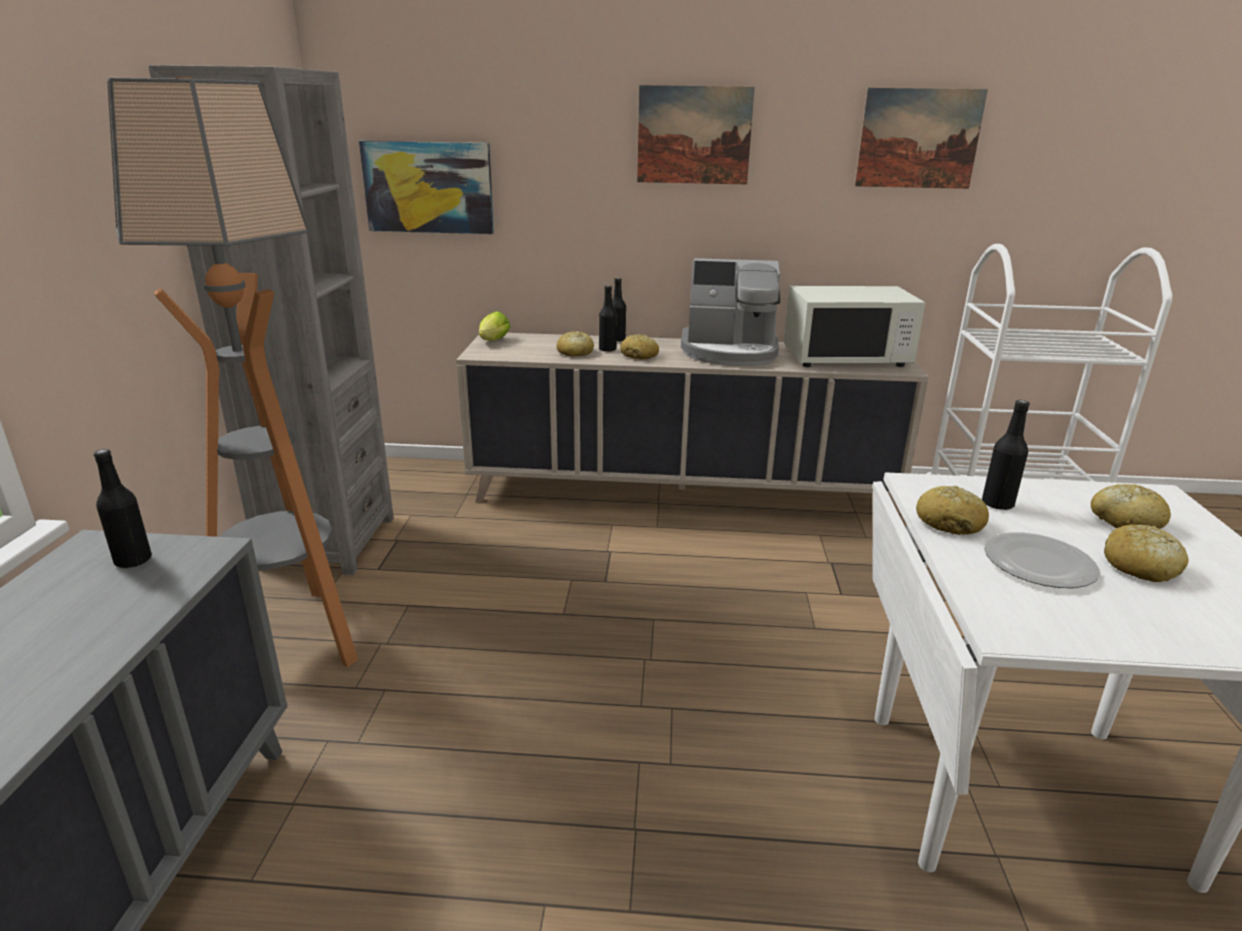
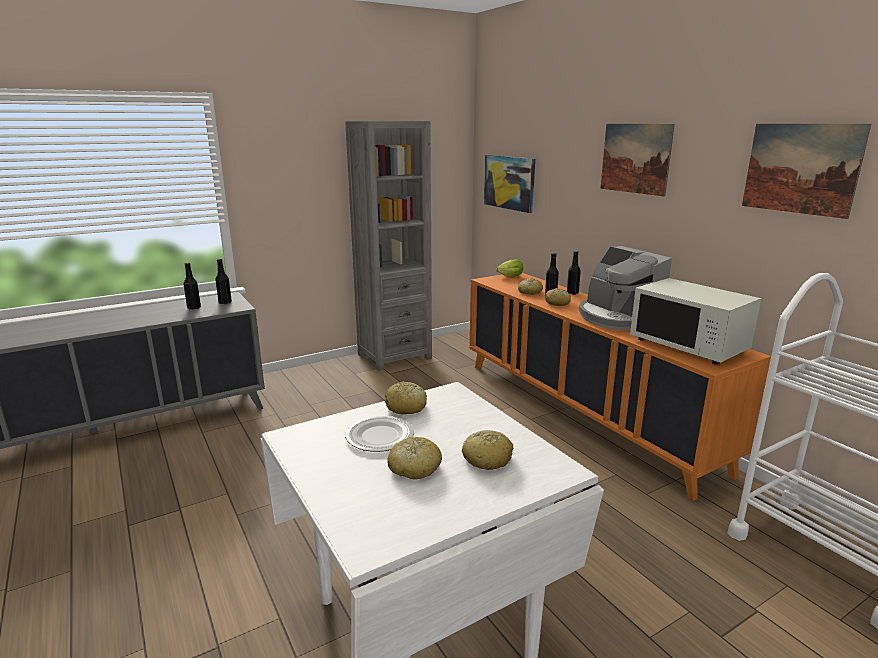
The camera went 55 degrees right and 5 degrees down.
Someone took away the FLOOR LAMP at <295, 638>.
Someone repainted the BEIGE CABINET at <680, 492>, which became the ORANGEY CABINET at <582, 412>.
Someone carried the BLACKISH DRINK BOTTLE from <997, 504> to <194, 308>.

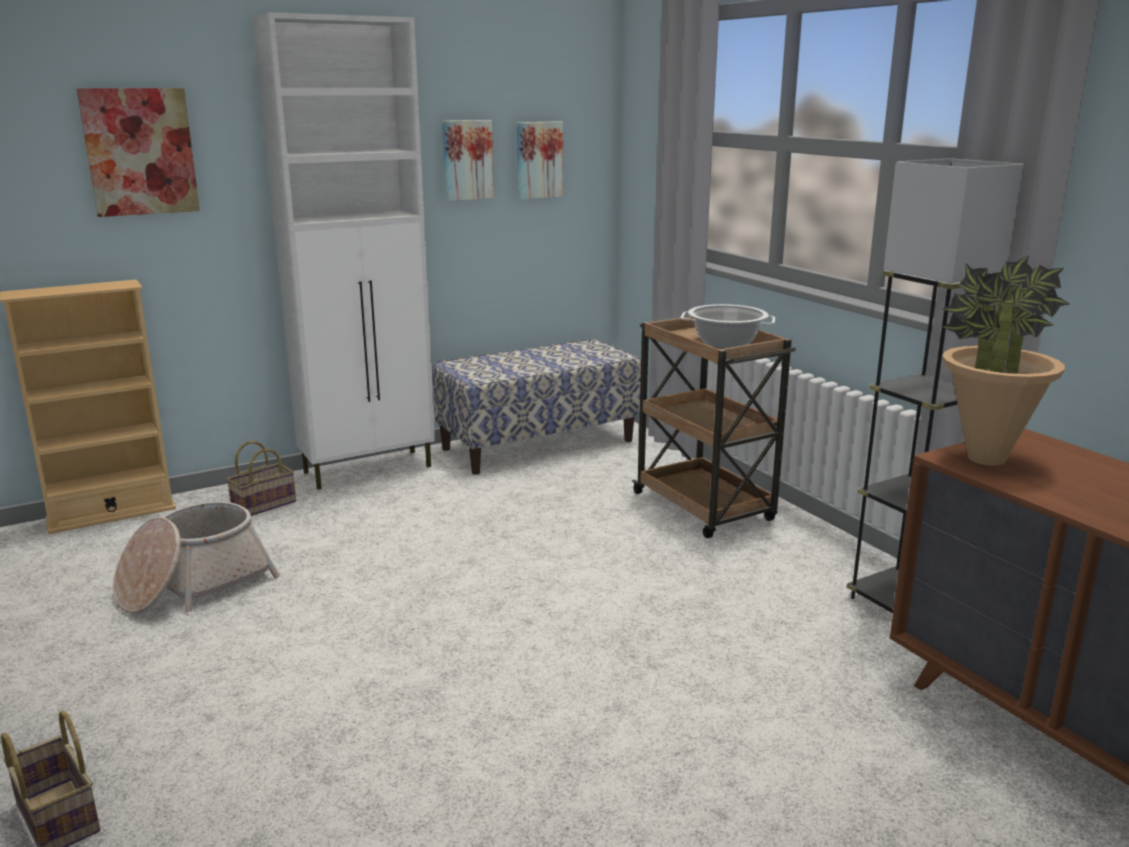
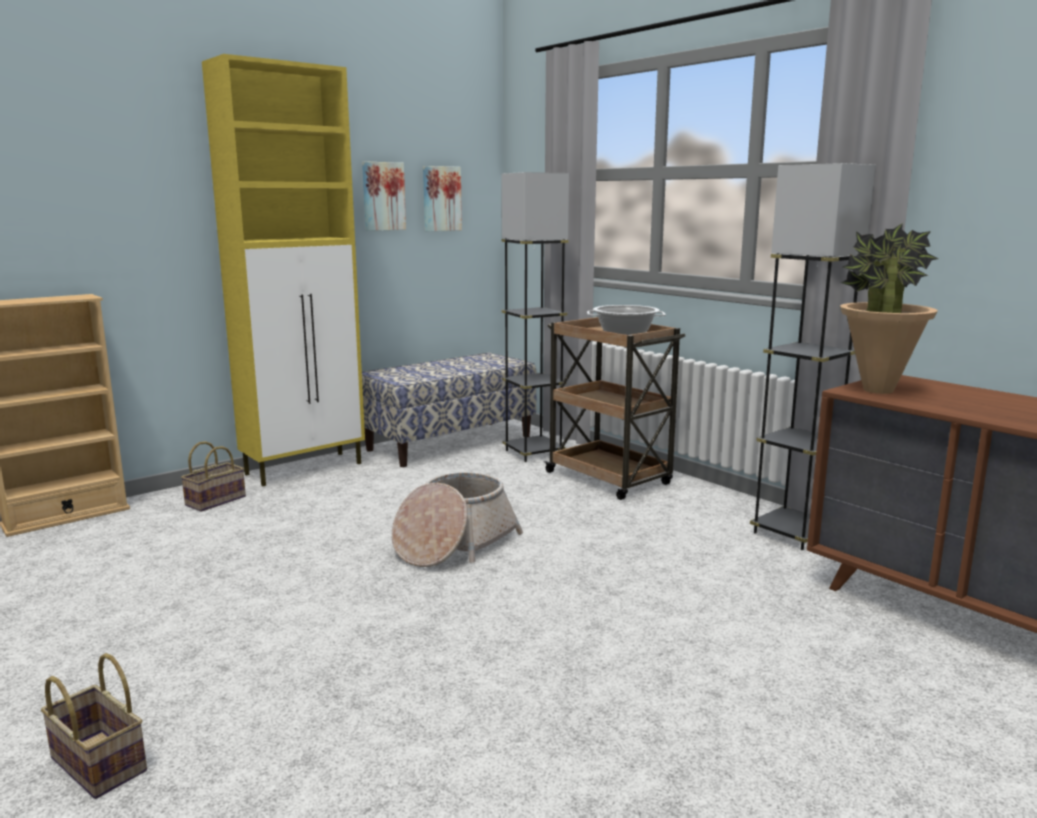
The camera went 10 degrees left and 5 degrees down.
Someone took away the WALL PICTURE at <140, 152>.
Someone carried the HOUSEHOLD BASKET from <194, 584> to <454, 544>.
Someone repainted the WHITE-COLOURED CABINET at <370, 469>, which became the YELLOW-COLOURED CABINET at <305, 468>.
Someone put down the GREY FLOOR LAMP at <533, 453>.

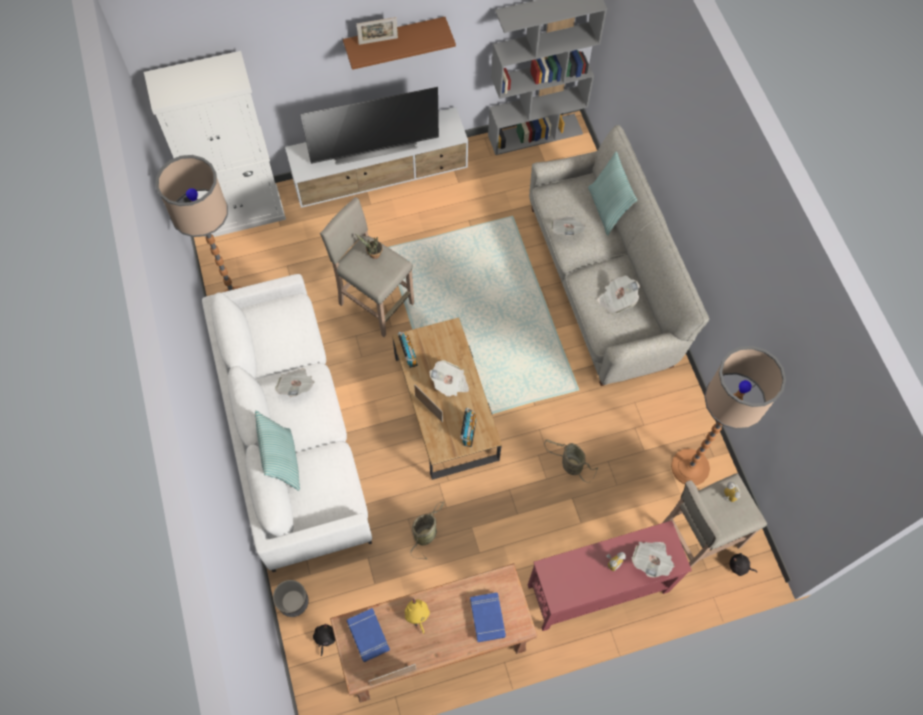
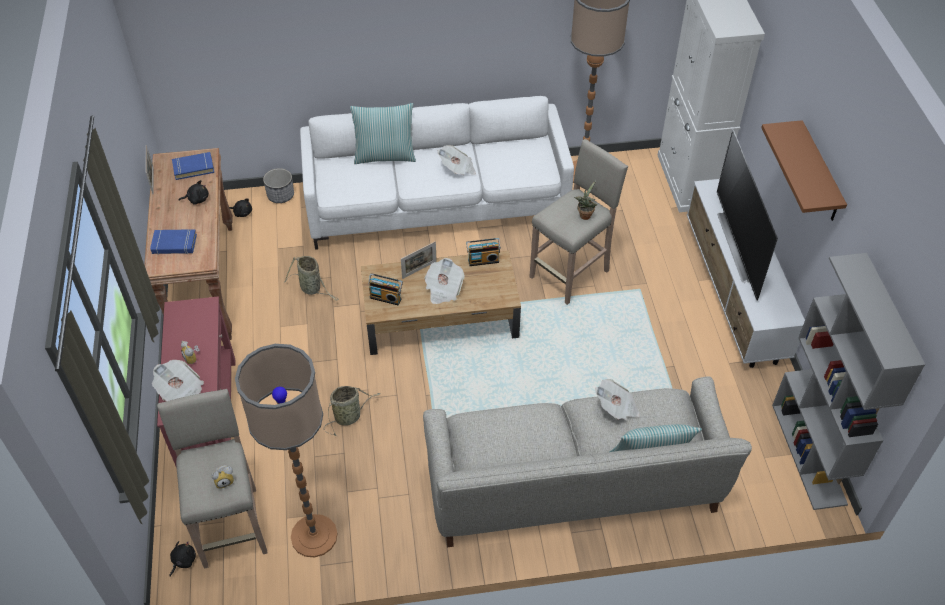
The camera went 100 degrees right and 15 degrees down.
Someone took away the PHOTO FRAME at <378, 41>.
Someone repainted the YELLOW-COLOURED CUDDLY TOY at <417, 615>, which became the BLACKISH CUDDLY TOY at <197, 199>.
Someone took away the PRINTED PAPER at <616, 300>.

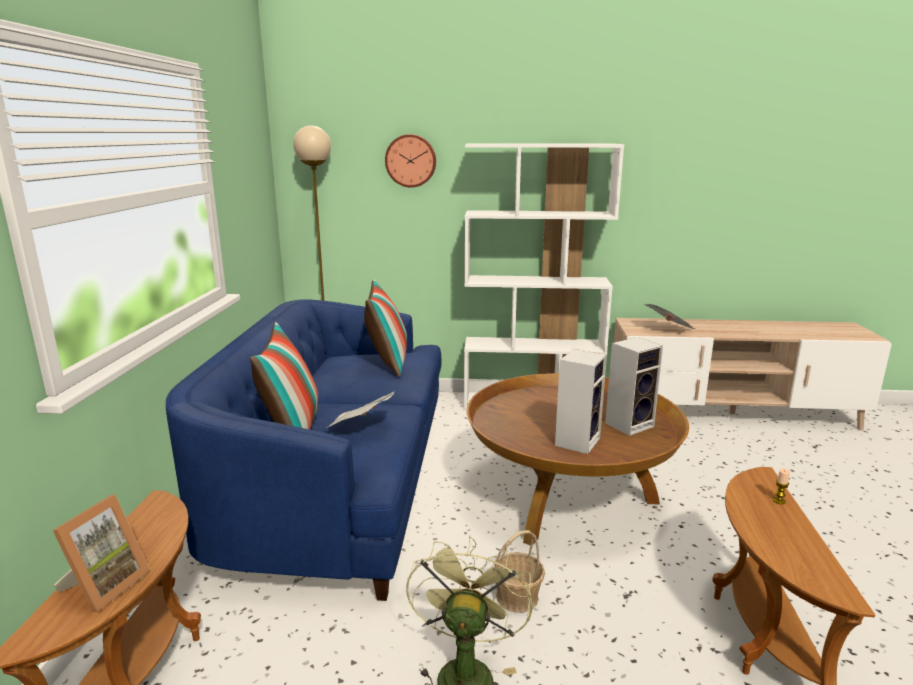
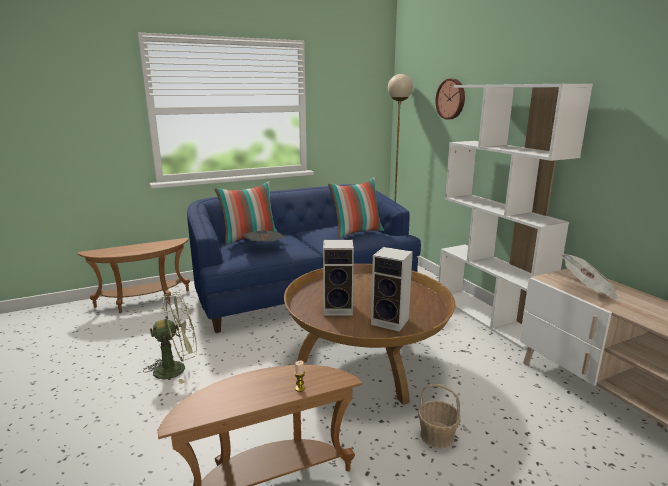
The camera went 60 degrees right and 0 degrees up.
Someone took away the PHOTO FRAME at <105, 586>.
Someone carried the HOUSEHOLD BASKET from <517, 597> to <437, 436>.

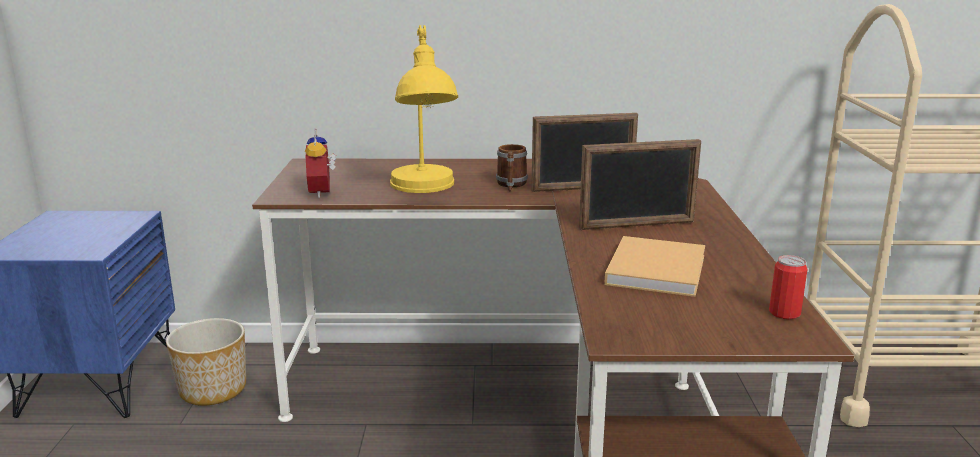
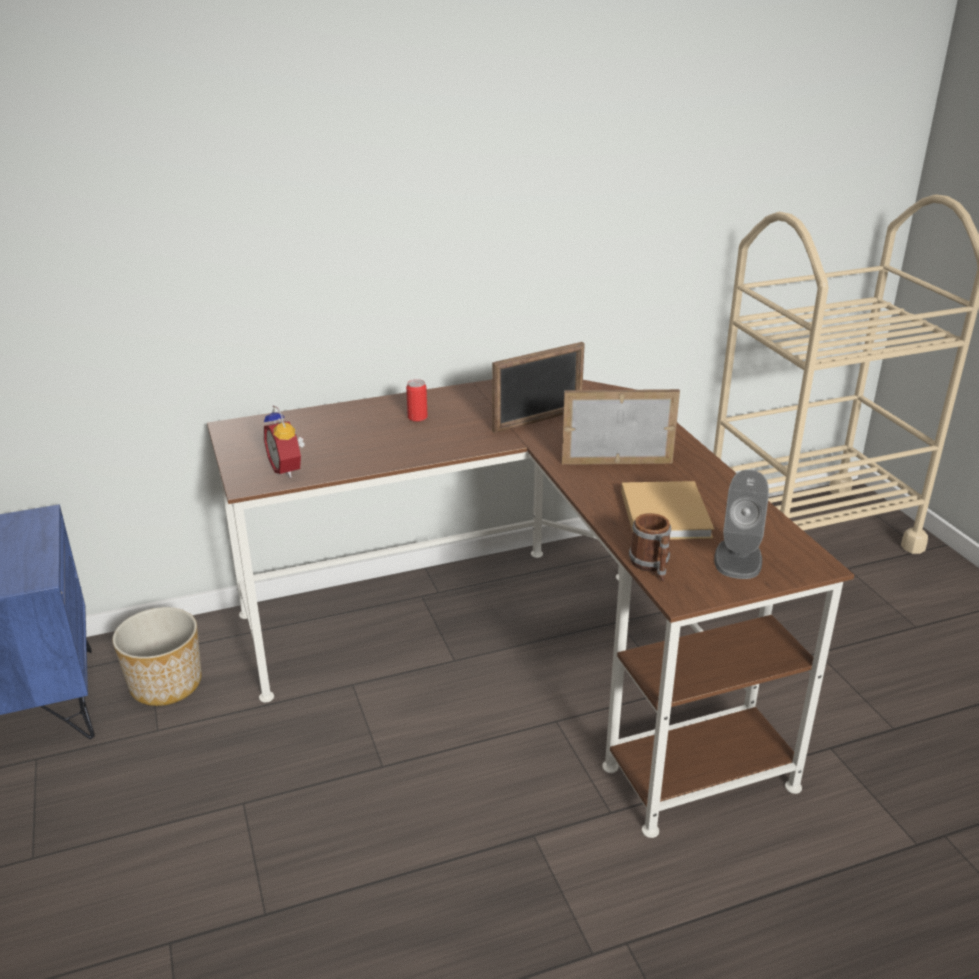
The camera went 20 degrees left and 10 degrees up.
Someone took away the YELLOW-COLOURED LAMP FOR A TABLE at <425, 192>.
Someone carried the MUG from <511, 185> to <651, 566>.
Someone rotated the PHOTO FRAME at <637, 225> by 150 degrees counterclockwise.
Someone carried the CAN from <784, 313> to <417, 417>.
Someone put down the GREY LOUDSPEAKER at <738, 558>.

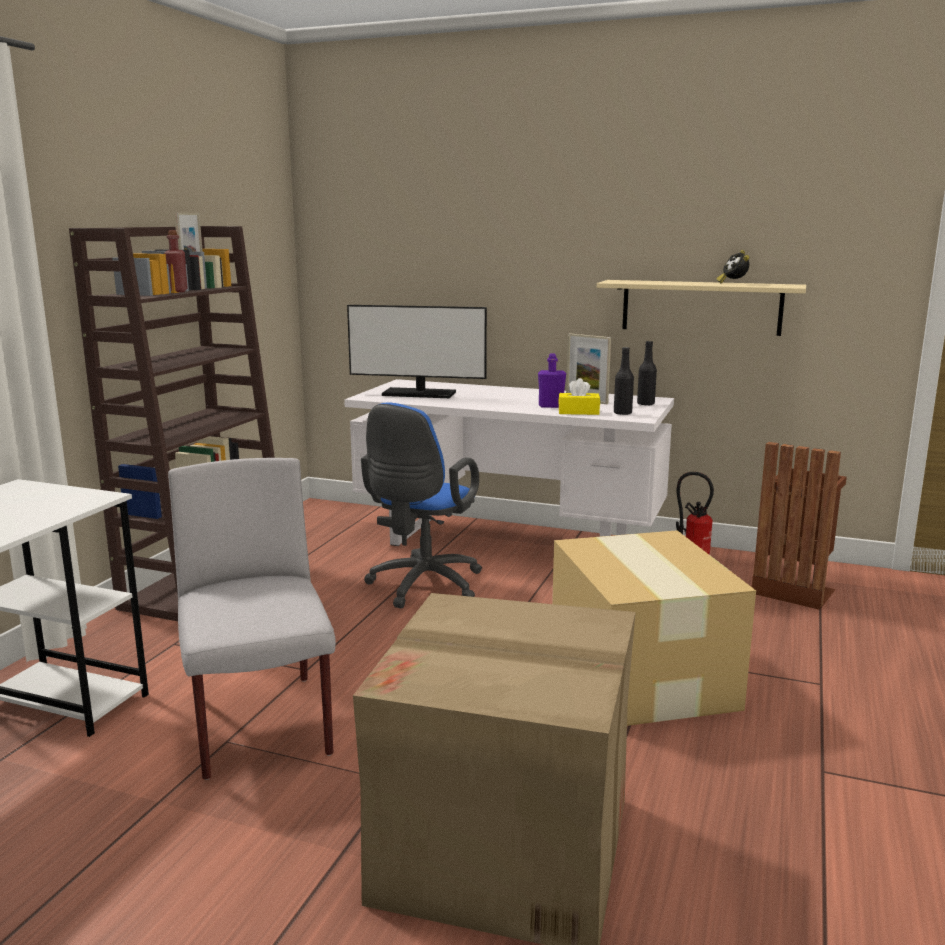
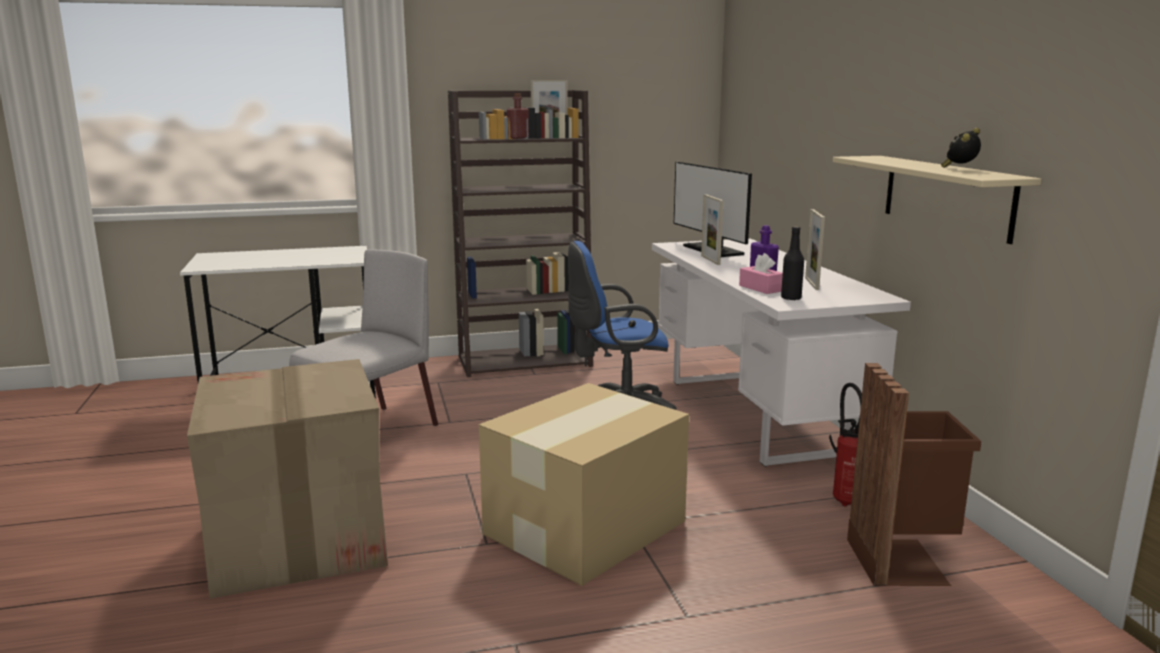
The camera went 55 degrees right and 0 degrees up.
Someone repainted the YELLOW-COLOURED TISSUE BOX at <578, 412>, which became the PINK TISSUE BOX at <761, 288>.
Someone took away the BLACKISH DRINK BOTTLE at <645, 404>.
Someone put down the PHOTO FRAME at <710, 260>.

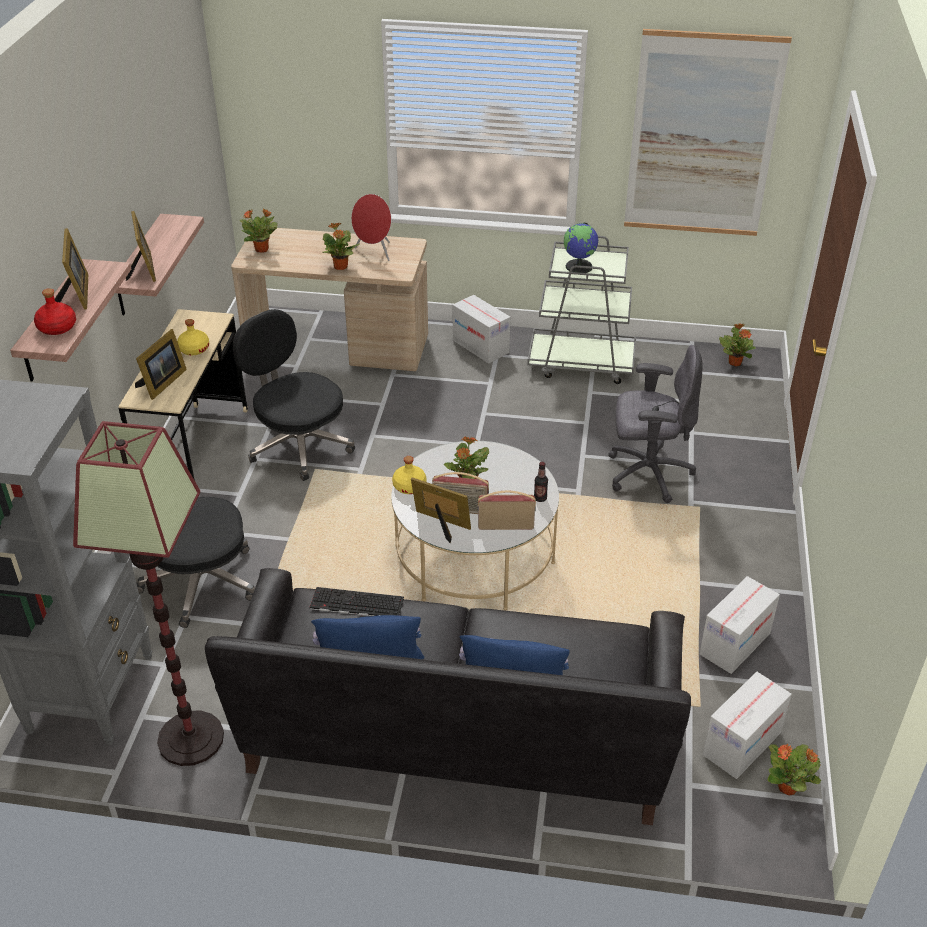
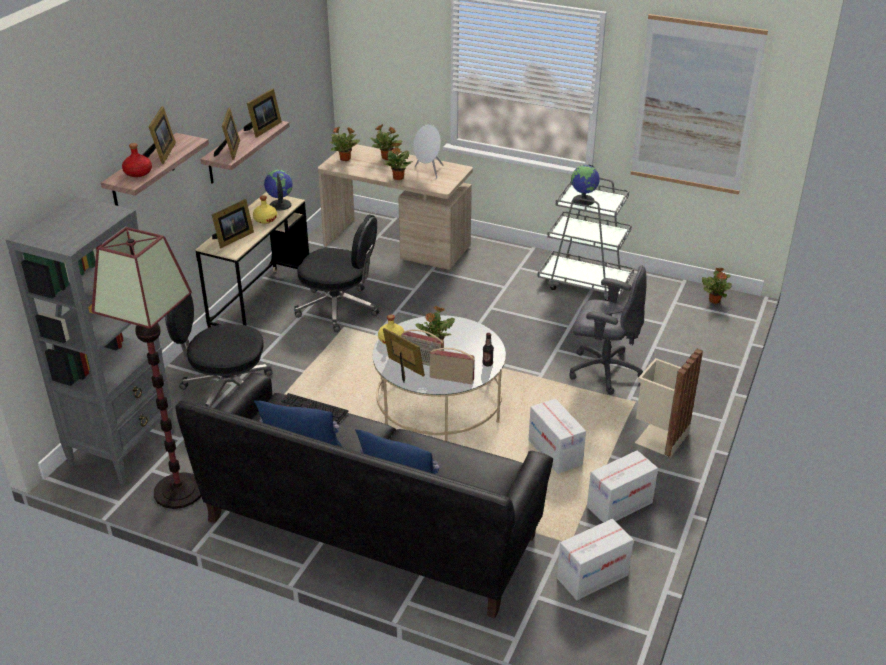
The camera went 15 degrees right and 5 degrees down.
Someone rotated the BLACKISH COMPUTER CHAIR at <299, 445> by 135 degrees clockwise.
Someone repainted the RED LOUDSPEAKER at <374, 252>, which became the WHITE-COLOURED LOUDSPEAKER at <428, 171>.
Someone carried the CARDBOARD BOX from <481, 346> to <555, 453>.
Someone carried the POTTED PLANT from <788, 787> to <387, 158>.
Someone put down the PHOTO FRAME at <263, 129>.
Someone put down the WORLD GLOBE at <280, 205>.
Someone put down the BEIGE TRASH CAN at <659, 437>.

